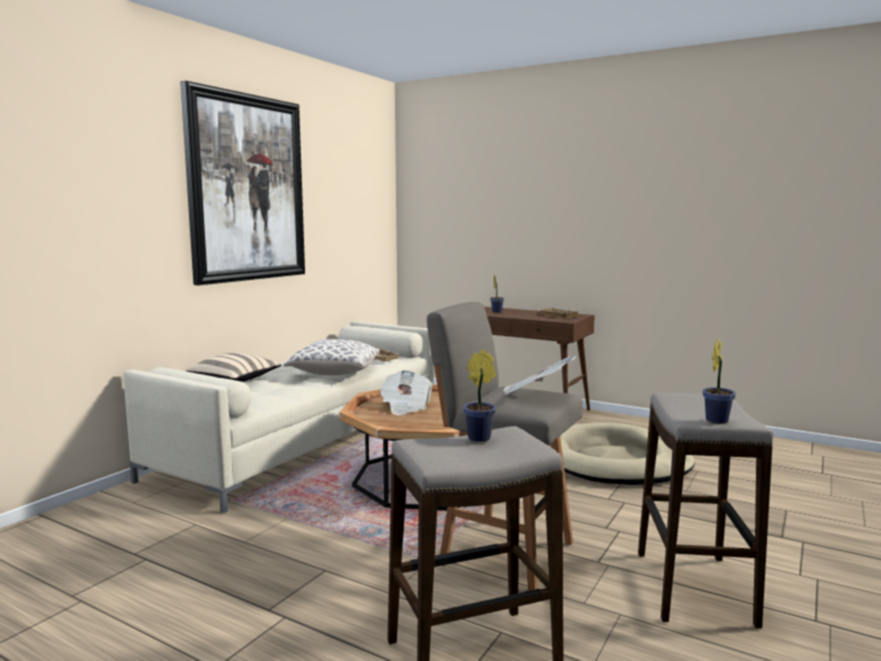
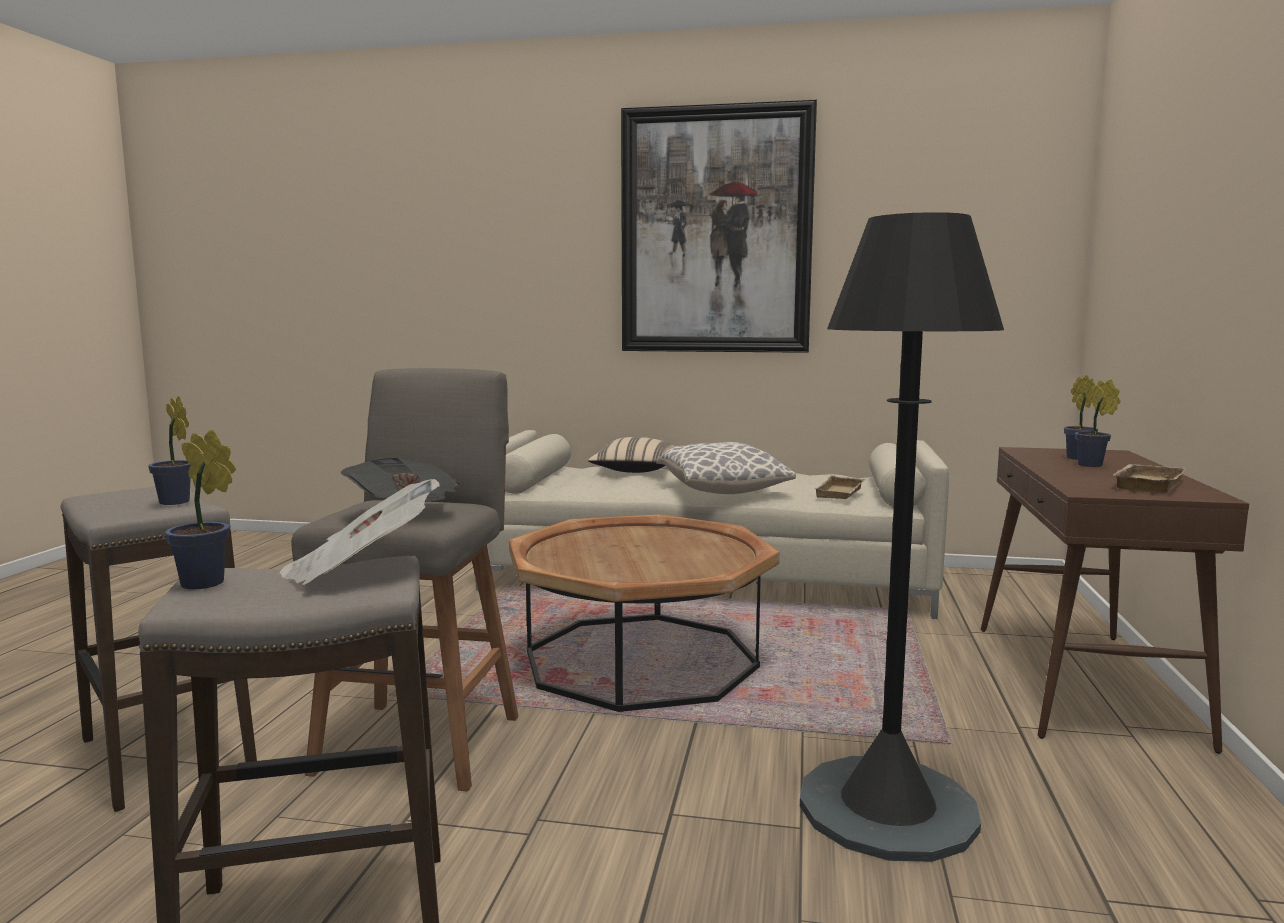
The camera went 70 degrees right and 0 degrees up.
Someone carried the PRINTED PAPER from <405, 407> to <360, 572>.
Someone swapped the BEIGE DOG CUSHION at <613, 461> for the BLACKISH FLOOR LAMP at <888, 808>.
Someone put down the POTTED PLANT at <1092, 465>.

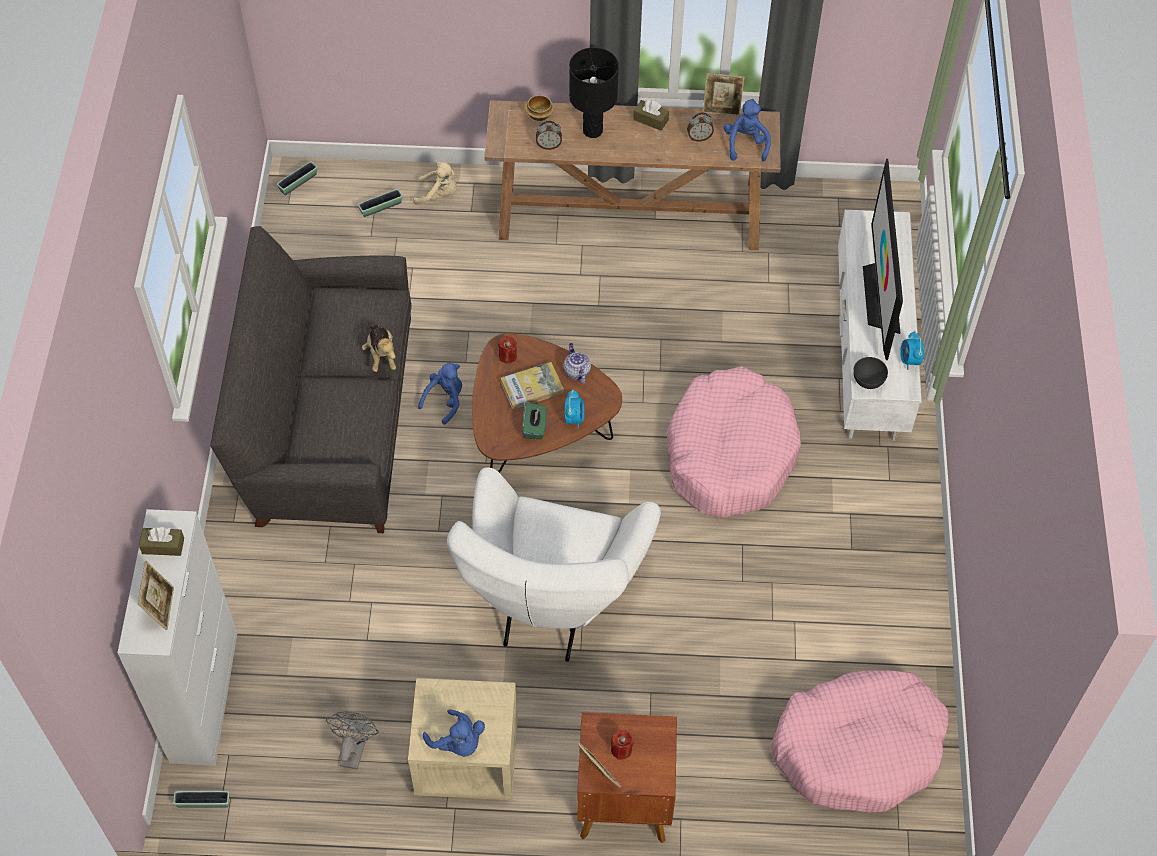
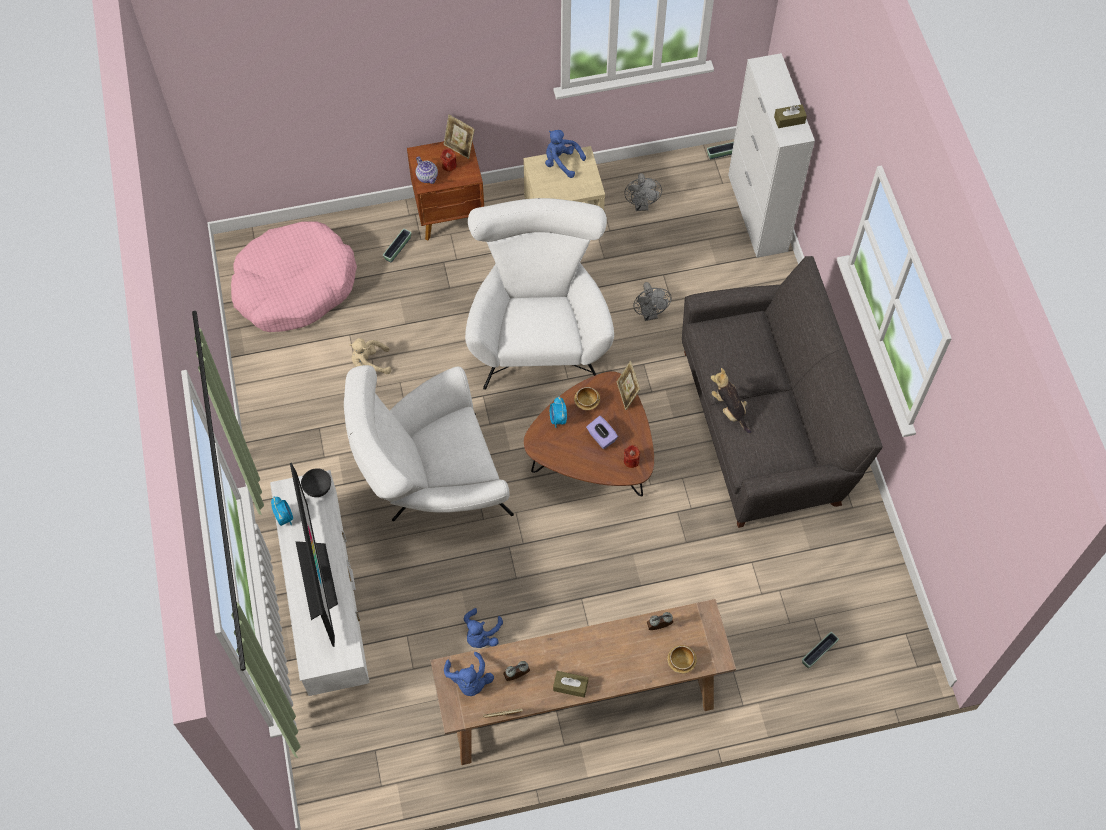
The camera went 165 degrees right and 5 degrees up.
Someone carried the PHOTO FRAME from <161, 608> to <627, 394>.
Someone carried the PLANT POT from <298, 182> to <398, 249>.
Someone carried the BEIGE CUDDLY TOY from <439, 194> to <370, 364>.
Someone carried the BLUISH CUDDLY TOY from <445, 400> to <481, 635>.
Someone swapped the BOOK at <532, 387> for the PURPLISH TISSUE BOX at <601, 437>.
Someone swapped the GREEN TISSUE BOX at <534, 427> for the SERVING BOWL at <587, 403>.
Someone carried the POT FOR TEA from <576, 371> to <427, 177>.
Someone took away the BLACKISH LAMP FOR A TABLE at <593, 130>.
Someone swapped the PINK DOG CUSHION at <730, 453> for the WHITE-COLOURED ARMCHAIR at <431, 484>.
Someone put down the GREY COOLING FAN at <649, 314>.

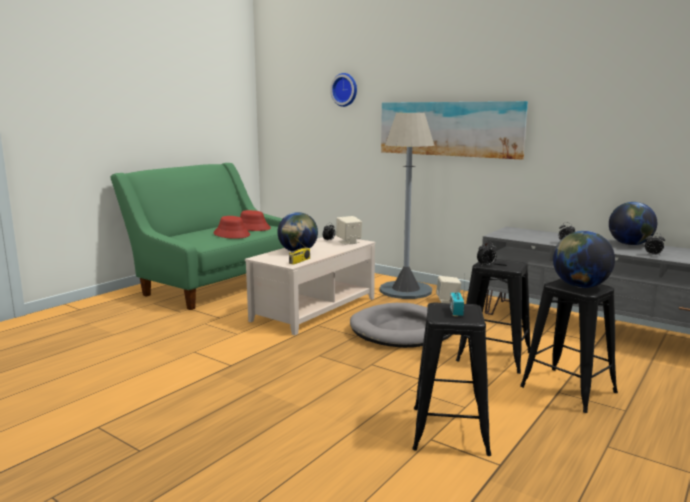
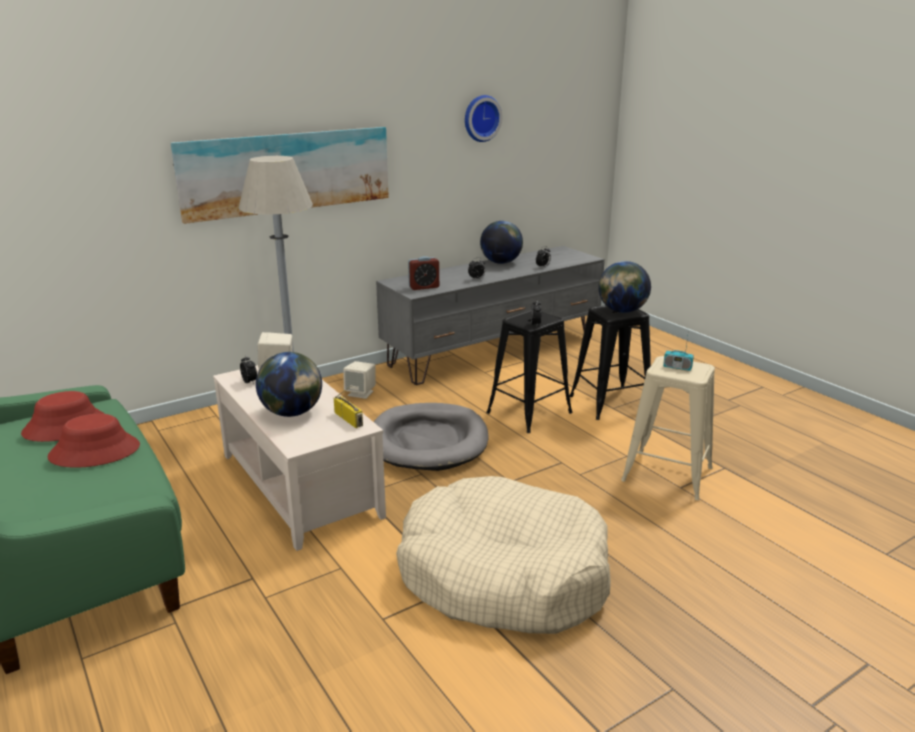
The camera went 70 degrees left and 10 degrees up.
Someone carried the HANGING CLOCK from <345, 90> to <481, 118>.
Someone repainted the BLACKISH STOOL at <449, 430>, which became the BEIGE STOOL at <666, 474>.
Someone put down the BEIGE DOG CUSHION at <503, 575>.
Someone put down the BEDSIDE CLOCK at <424, 287>.

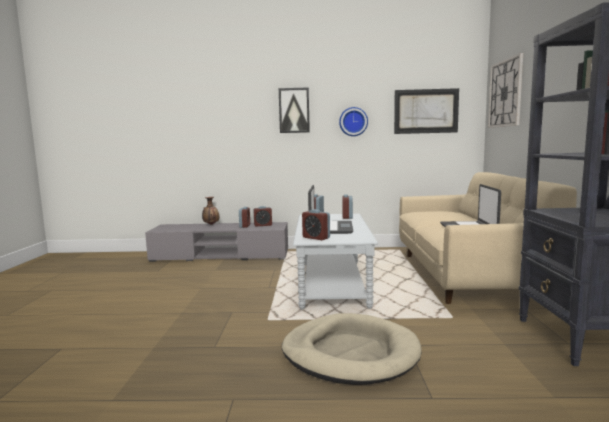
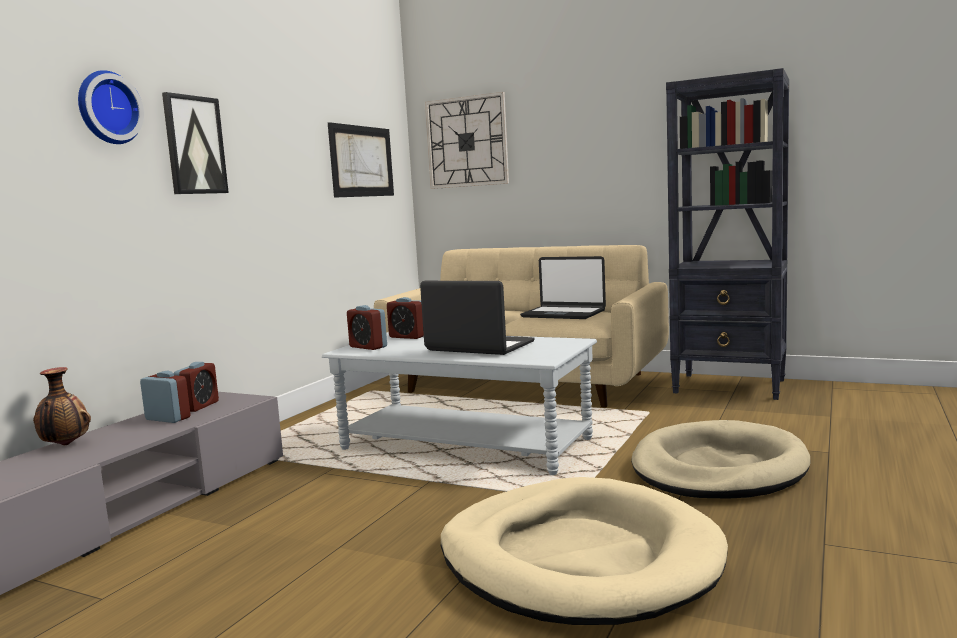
The camera went 65 degrees left and 0 degrees up.
Someone took away the BEDSIDE CLOCK at <316, 238>.
Someone carried the HANGING CLOCK from <353, 121> to <107, 108>.
Someone put down the BEIGE DOG CUSHION at <578, 558>.

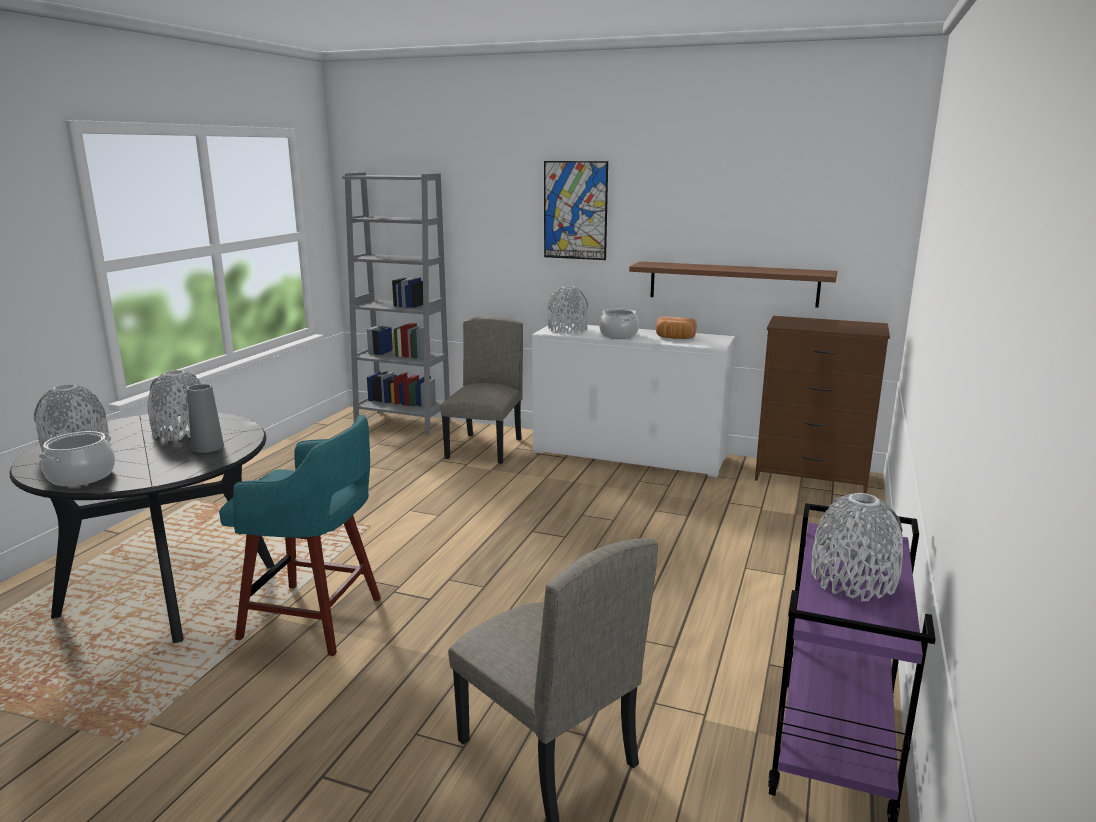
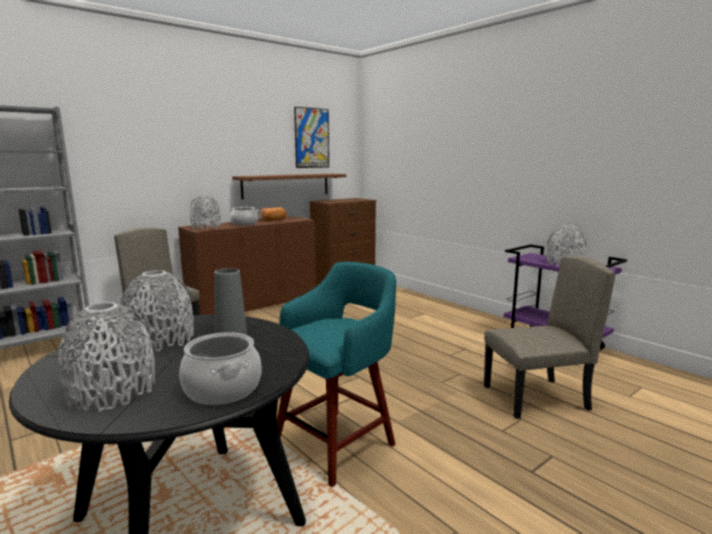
The camera went 60 degrees left and 5 degrees down.
Someone repainted the WHITE-COLOURED CABINET at <629, 455>, which became the BROWN CABINET at <254, 304>.
Someone carried the WALL PICTURE from <575, 210> to <312, 138>.

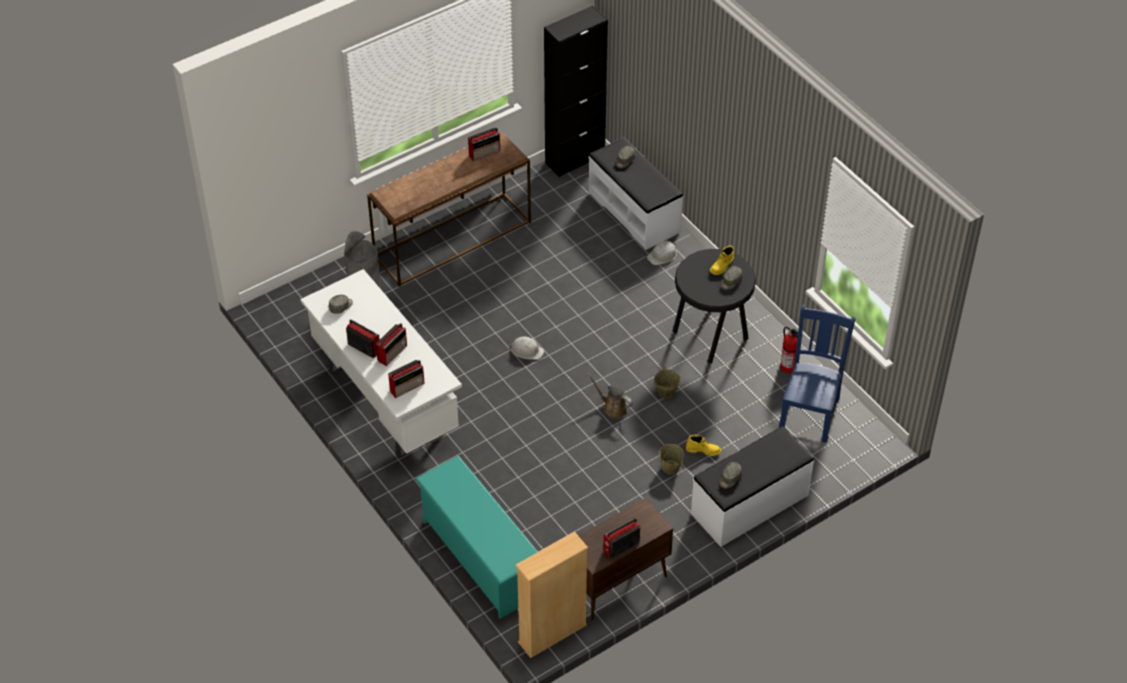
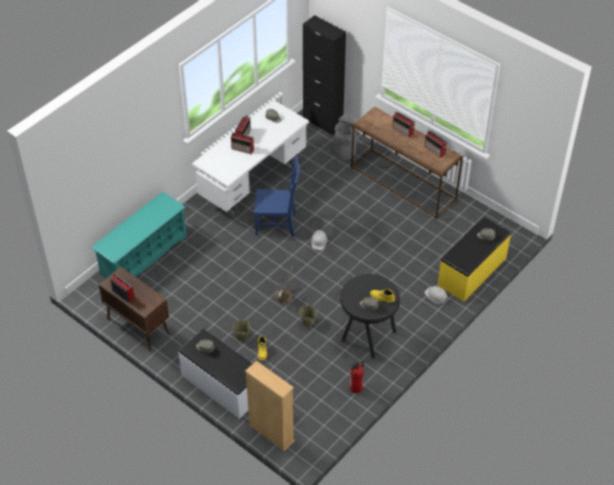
The camera went 75 degrees right and 0 degrees up.
Someone carried the RADIO from <408, 387> to <403, 131>.
Someone carried the BEIGE SHELVING UNIT from <552, 634> to <271, 433>.
Someone carried the BLACKISH CABINET from <575, 159> to <323, 122>.
Someone repainted the WHITE-COLOURED INDOOR BENCH at <634, 212>, which became the YELLOW-COLOURED INDOOR BENCH at <472, 272>.
Someone carried the BLUISH PLAIN CHAIR from <810, 413> to <277, 224>.

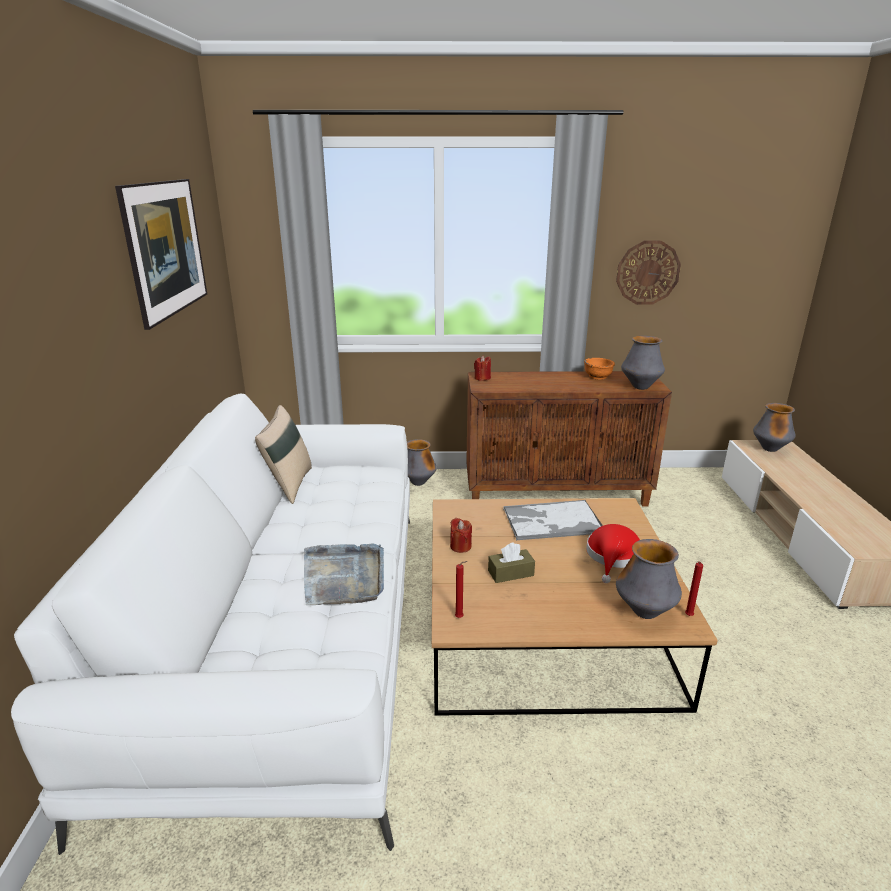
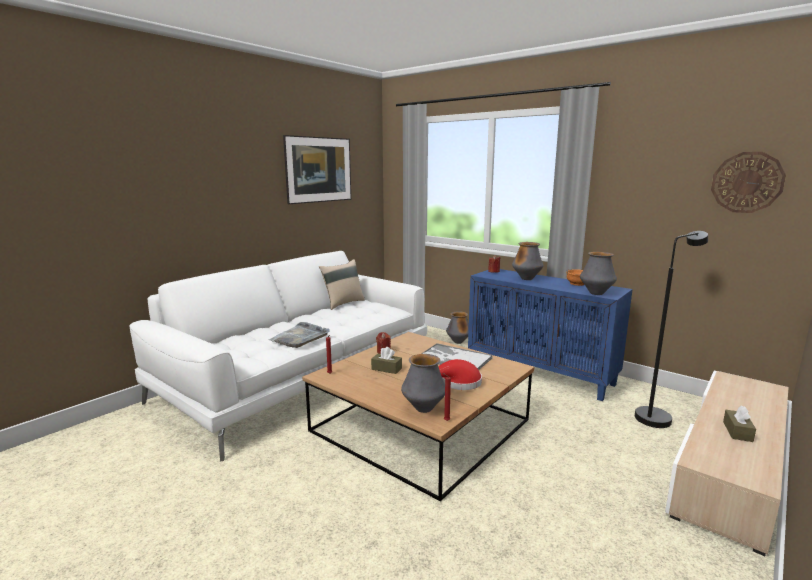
The camera went 40 degrees right and 10 degrees down.
Someone repainted the BROWN CABINET at <556, 493>, which became the BLUISH CABINET at <540, 373>.
Someone carried the HANGING CLOCK from <647, 272> to <747, 182>.
Someone carried the DECORATIVE VASE from <770, 449> to <526, 279>.
Someone put down the BLACKISH FLOOR LAMP at <657, 416>.
Someone put down the BROWN TISSUE BOX at <737, 431>.

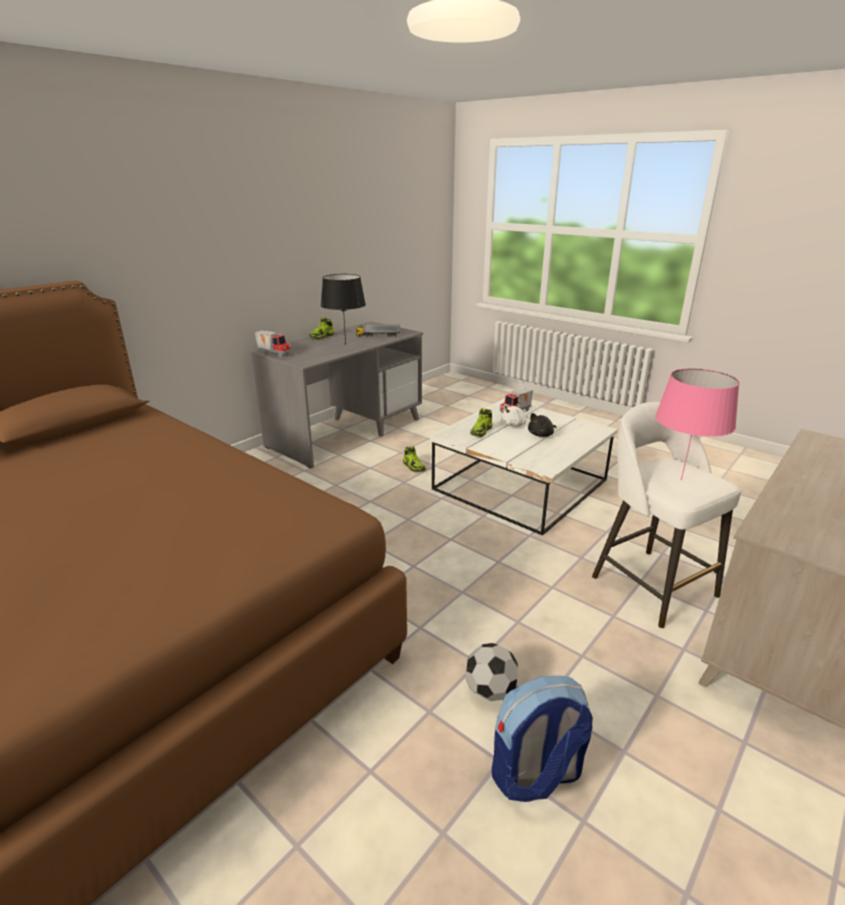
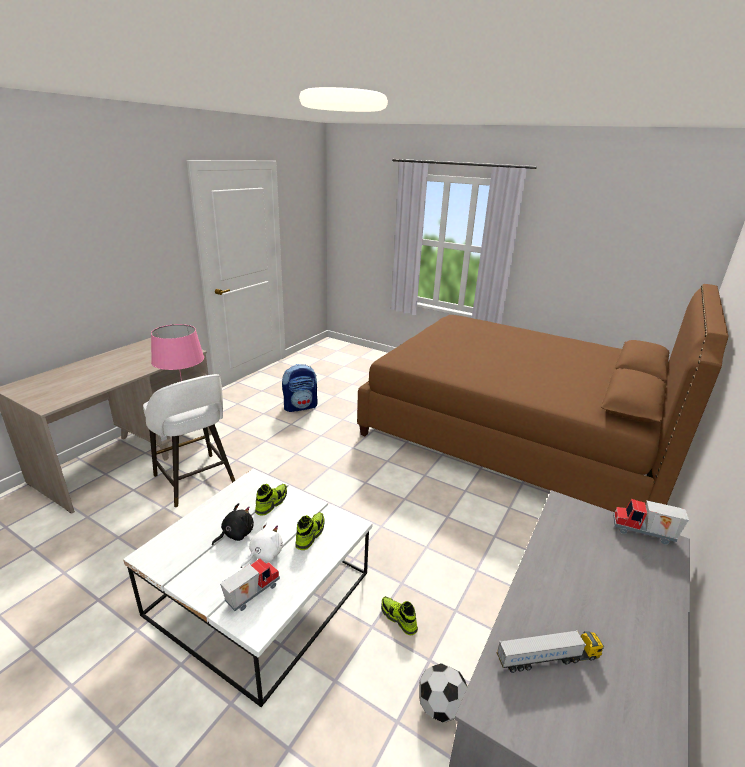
The camera went 170 degrees right and 0 degrees up.
Someone carried the ITEM OF FOOTWEAR from <322, 337> to <271, 503>.
Someone took away the BLACKISH LAMP FOR A TABLE at <345, 344>.
Someone carried the BALL FOR FOOTBALL from <490, 690> to <440, 707>.

